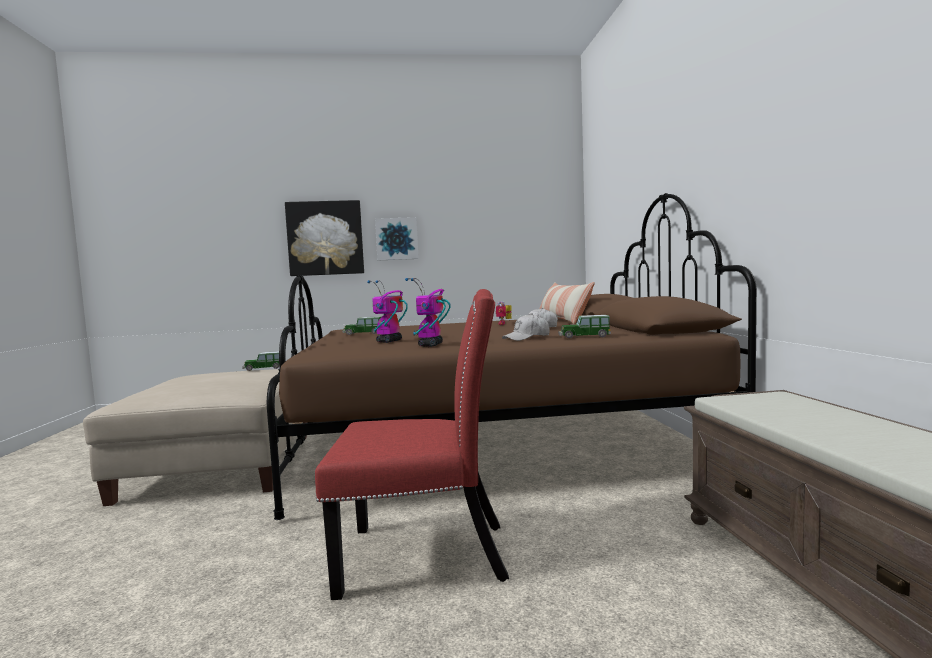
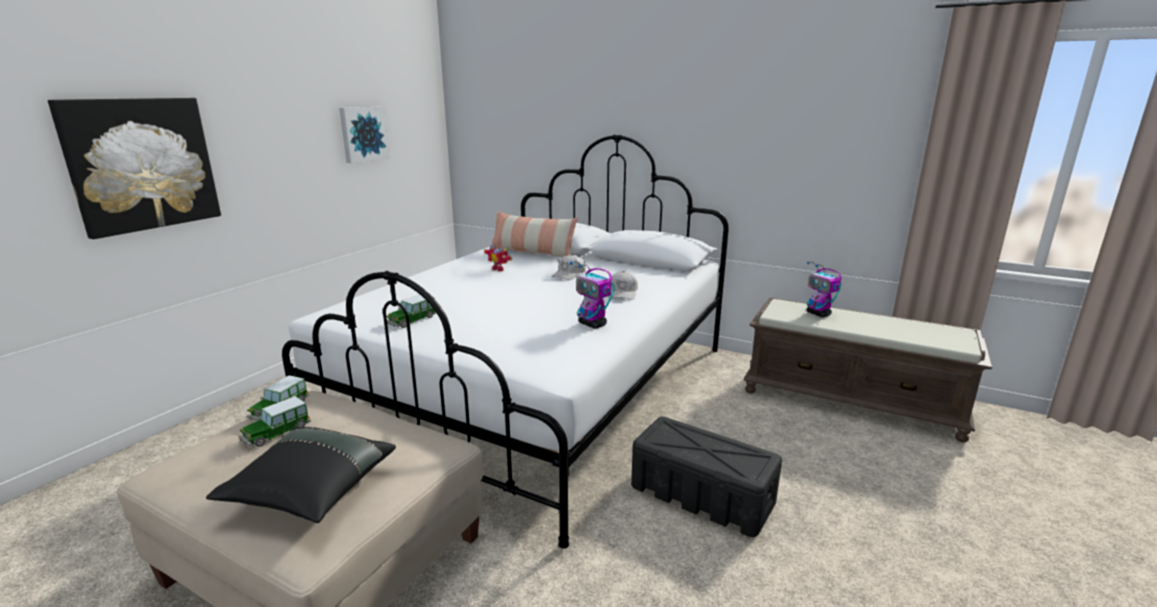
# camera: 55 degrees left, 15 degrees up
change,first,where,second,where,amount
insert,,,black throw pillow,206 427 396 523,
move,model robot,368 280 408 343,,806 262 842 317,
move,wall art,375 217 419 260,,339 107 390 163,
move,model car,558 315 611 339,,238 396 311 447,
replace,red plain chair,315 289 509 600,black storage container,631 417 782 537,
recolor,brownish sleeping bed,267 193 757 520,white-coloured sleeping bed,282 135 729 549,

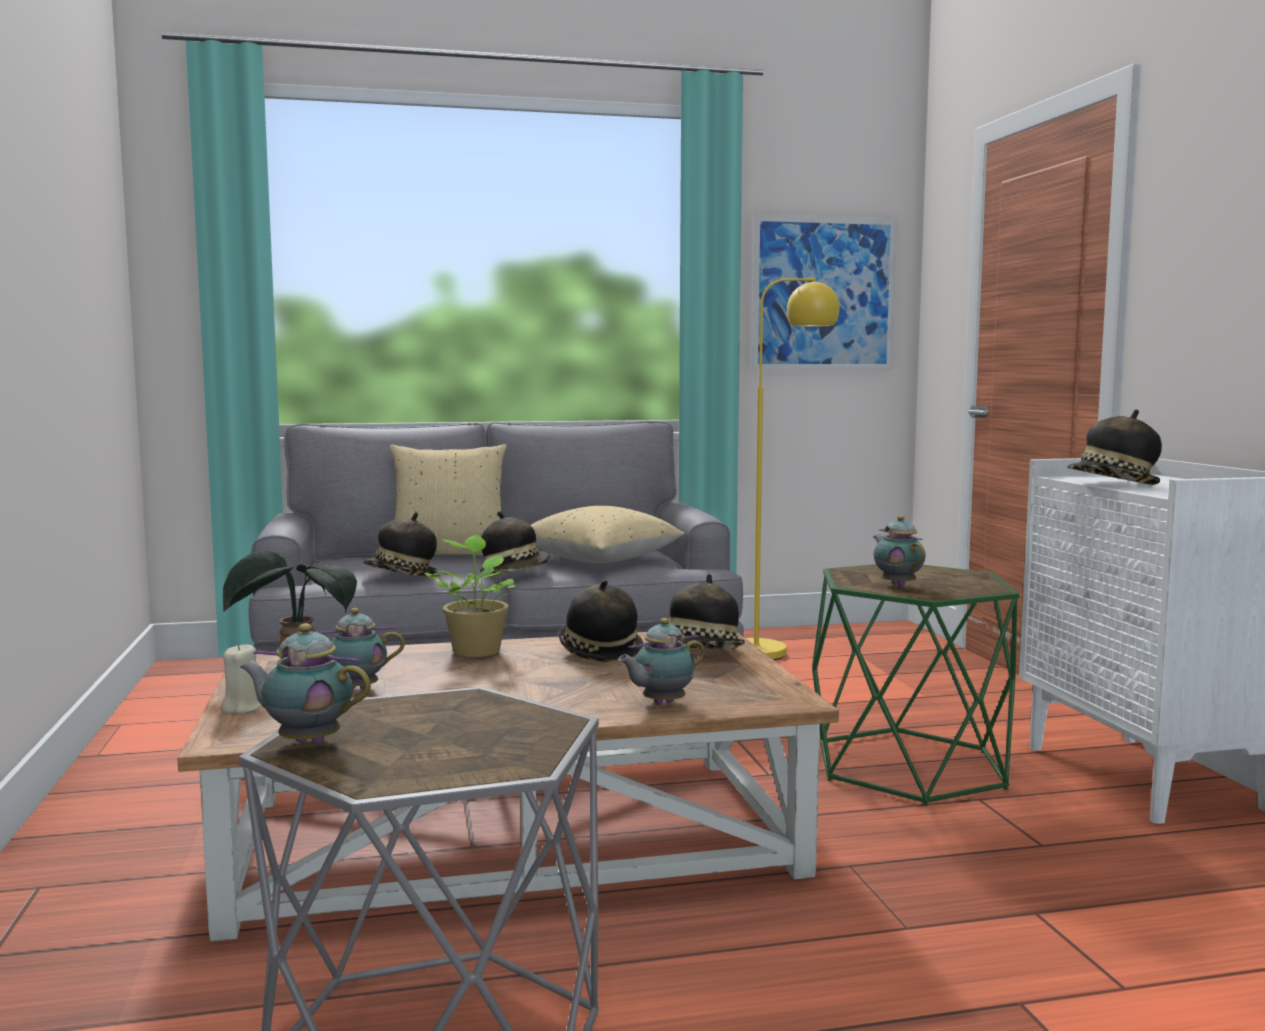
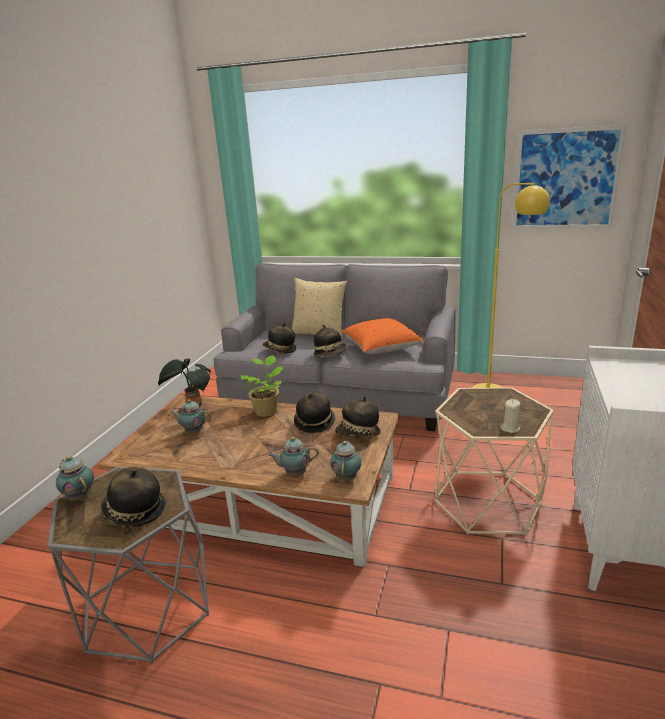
# camera: 30 degrees right, 15 degrees up
change,first,where,second,where,amount
move,beige-coloured wax light,221 644 262 713,,501 399 521 433,
move,teapot,874 515 926 587,,330 440 361 481,
move,clothing hat,1067 410 1162 485,,101 467 166 527,
recolor,beige-coloured throw pillow,531 506 685 563,orangey throw pillow,342 318 424 354,
recolor,green-coloured accent table,812 564 1020 806,beige-coloured accent table,434 387 554 536,

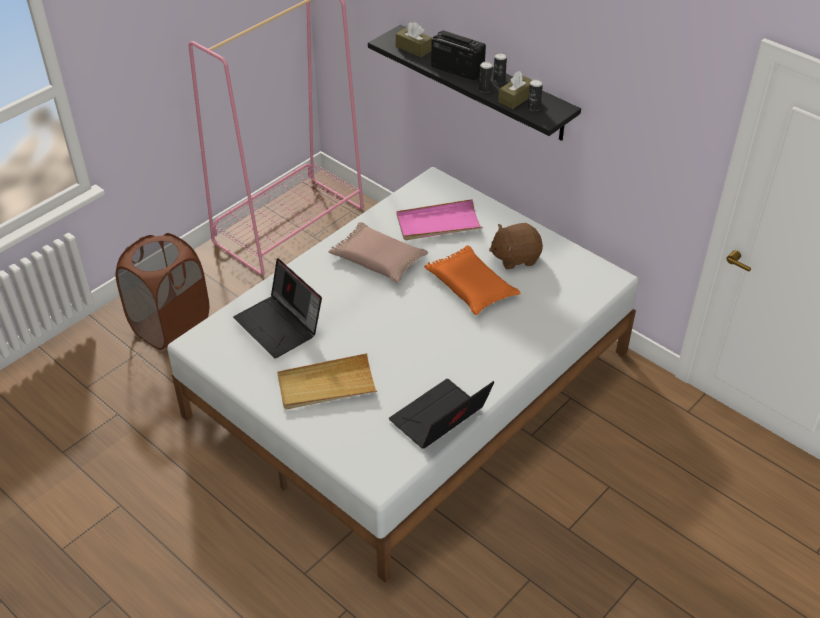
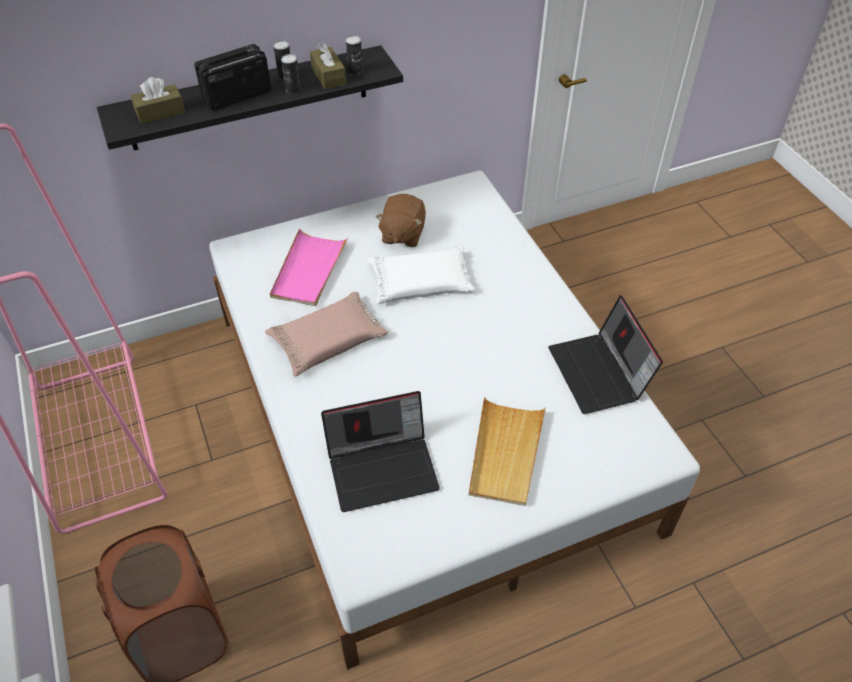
# camera: 65 degrees left, 5 degrees up
change,first,where,second,where,amount
recolor,orangey throw pillow,424 245 520 315,white-coloured throw pillow,368 246 475 304,

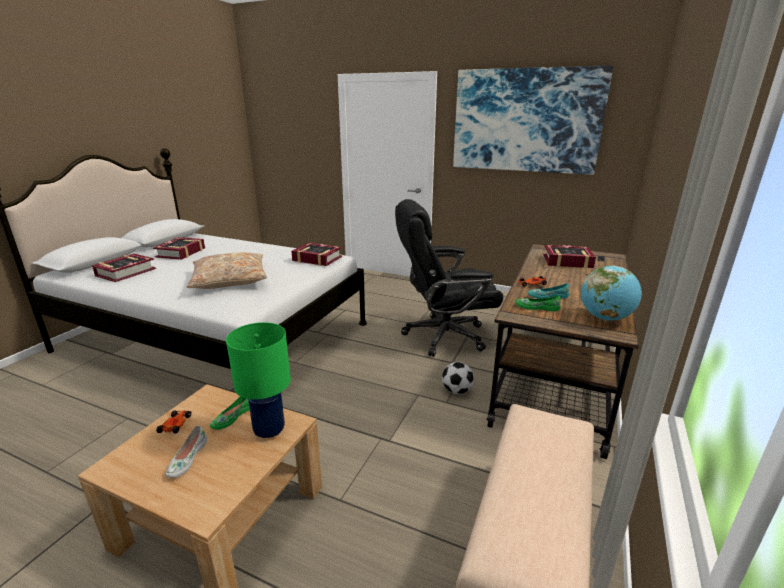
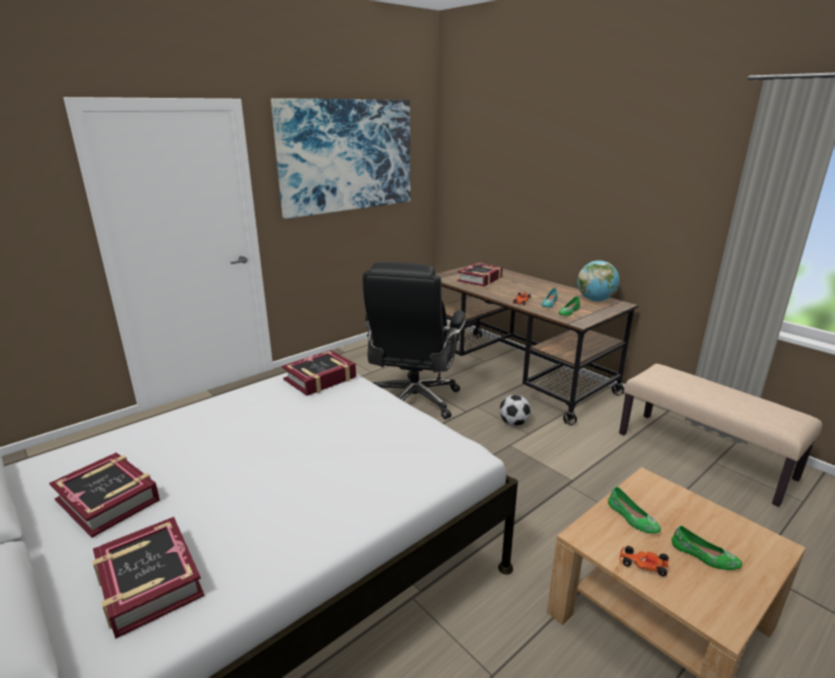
# camera: 65 degrees left, 0 degrees up
change,first,where,second,where,amount
delete,beige-coloured throw pillow,187 252 267 289,,,
delete,green-coloured lamp for a table,226 322 291 438,,,
recolor,white-coloured low shoe,166 425 207 478,green-coloured low shoe,671 526 742 570,

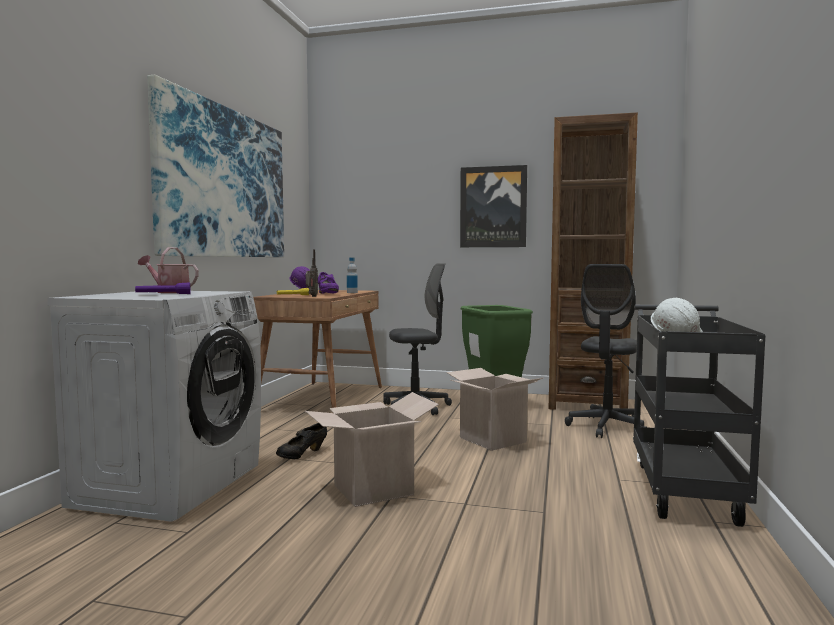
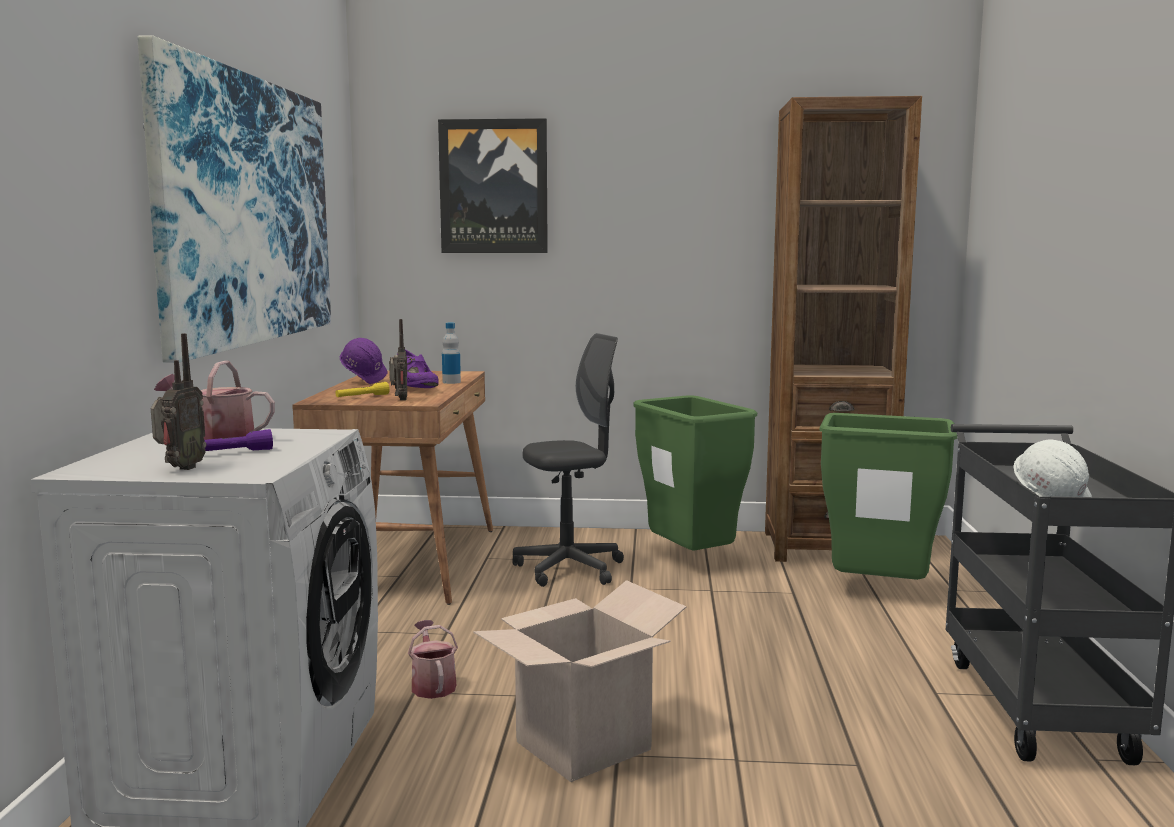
# camera: 10 degrees left, 5 degrees up
change,first,where,second,where,amount
delete,cardboard box,447 368 543 451,,,
insert,,,radio receiver,151 333 206 470,
move,wall art,460 165 527 247,,438 118 548 253,
replace,black low shoe,276 423 327 459,sprinkling can,408 620 458 699,
replace,gray computer chair,565 264 646 438,green-coloured rubbish bin,819 413 957 594,

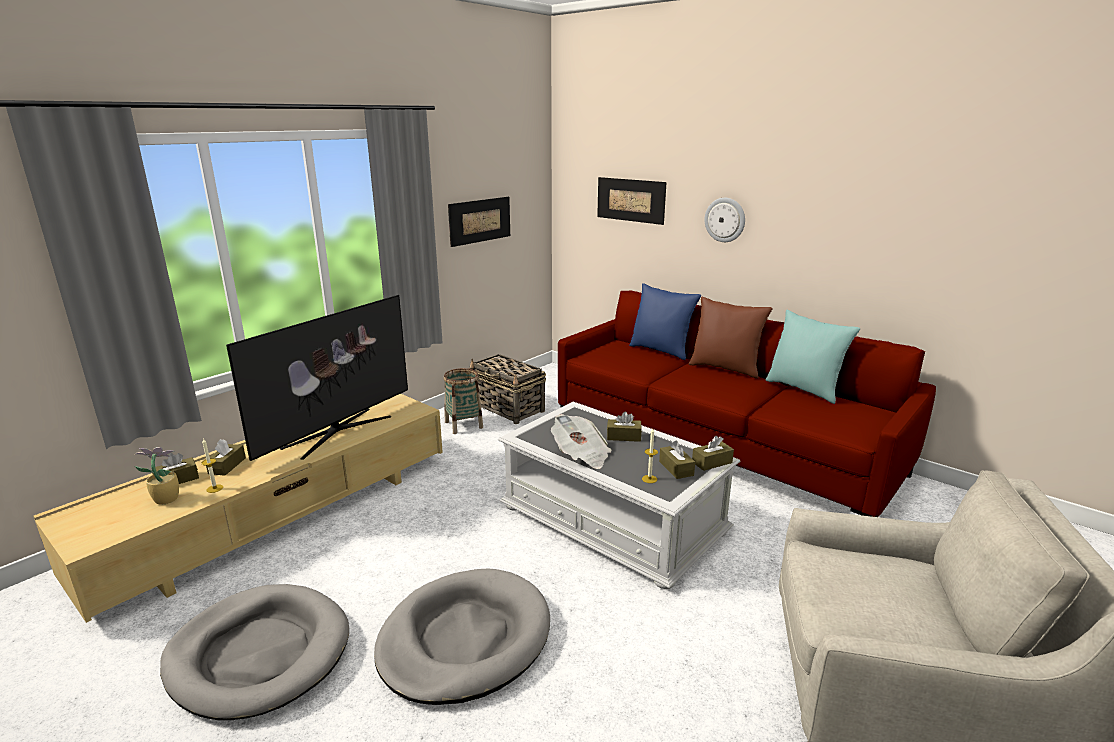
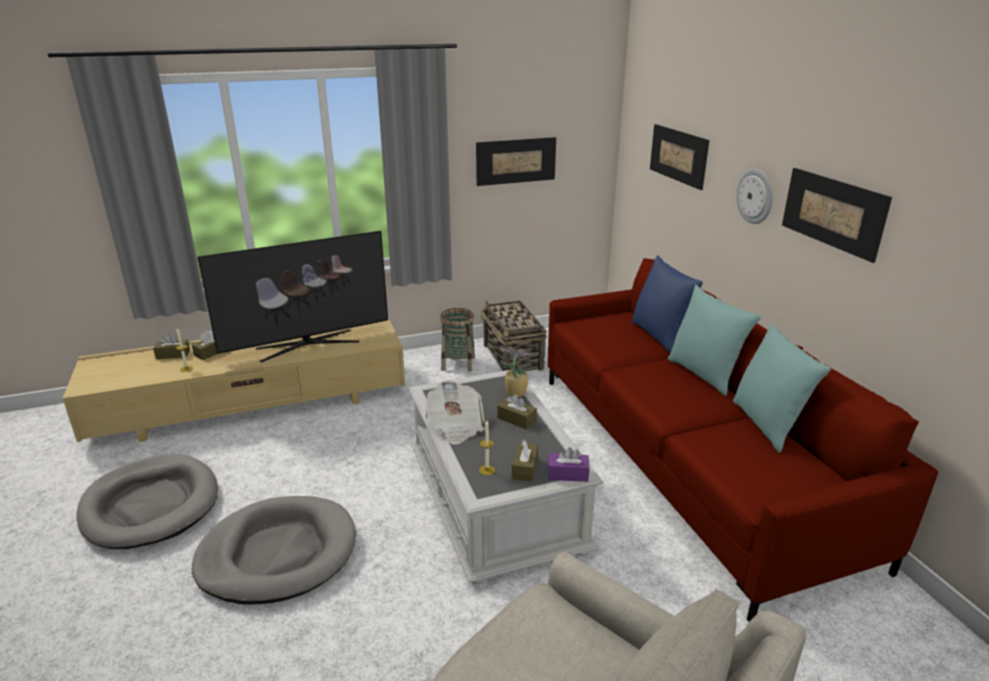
# camera: 30 degrees right, 5 degrees up
change,first,where,second,where,amount
insert,,,wall art,782 168 892 263,
move,potted plant,135 447 179 504,,501 347 532 397,
recolor,brownish throw pillow,689 297 773 379,turquoise-coloured throw pillow,668 285 761 396,
recolor,brownish tissue holder,692 436 734 471,purple-coloured tissue holder,548 447 590 482,

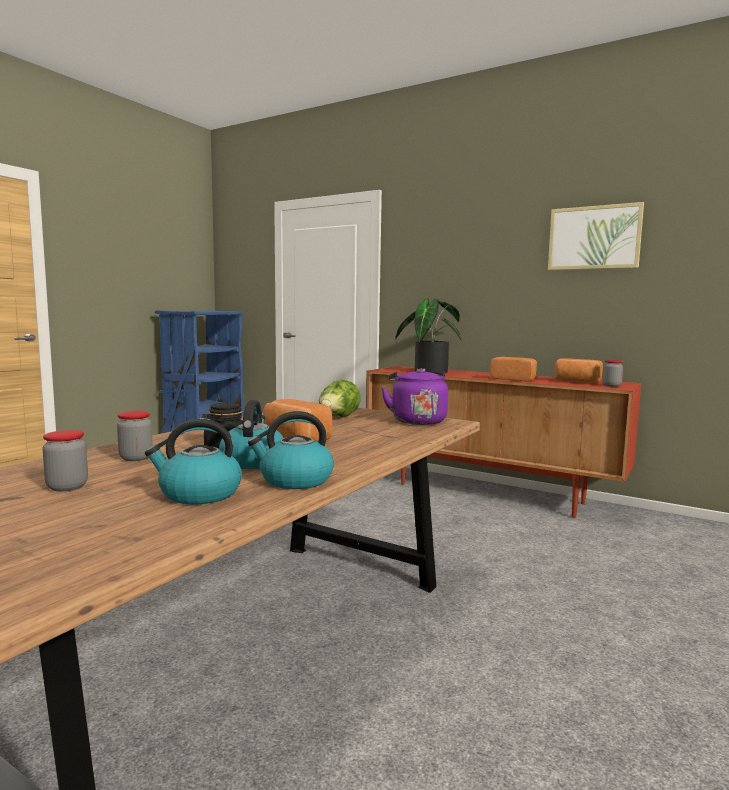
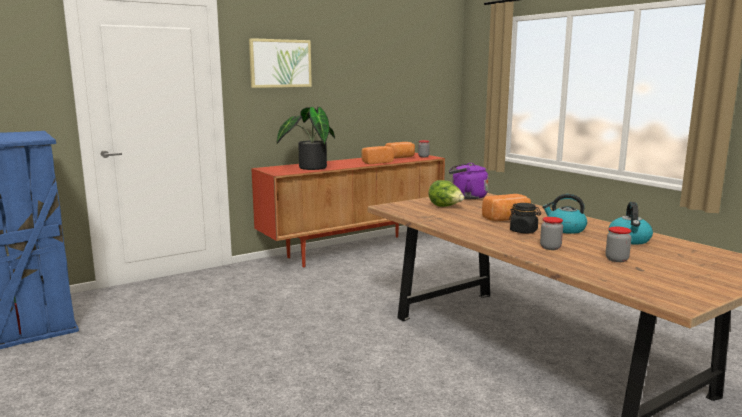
# camera: 65 degrees left, 5 degrees up
change,first,where,second,where,amount
delete,kettle,248 411 334 489,,,
move,wall art,548 202 644 270,,249 38 312 88,

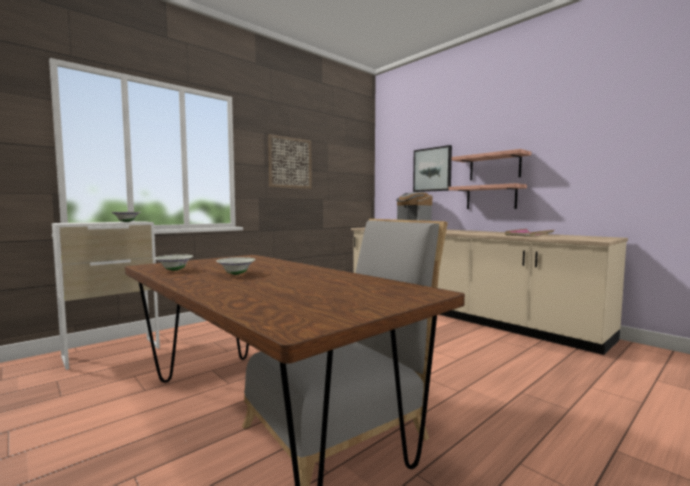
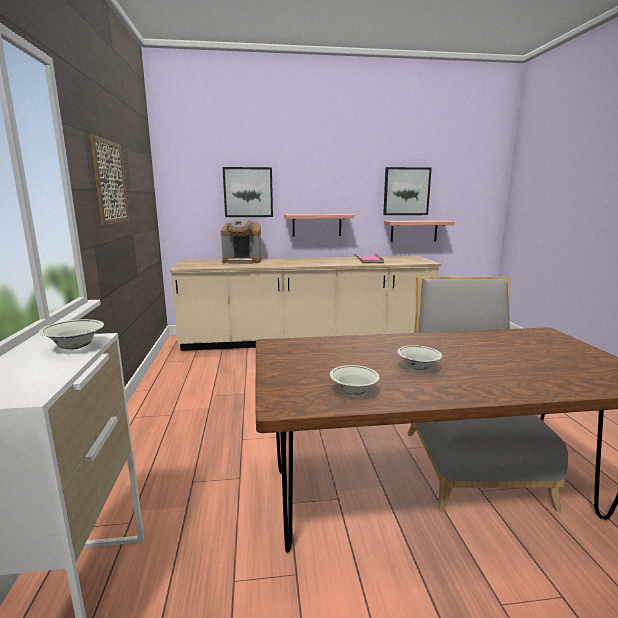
# camera: 55 degrees left, 10 degrees up
change,first,where,second,where,amount
insert,,,wall art,383 167 432 215,
move,bracket shelf,451 149 531 180,,384 220 455 242,

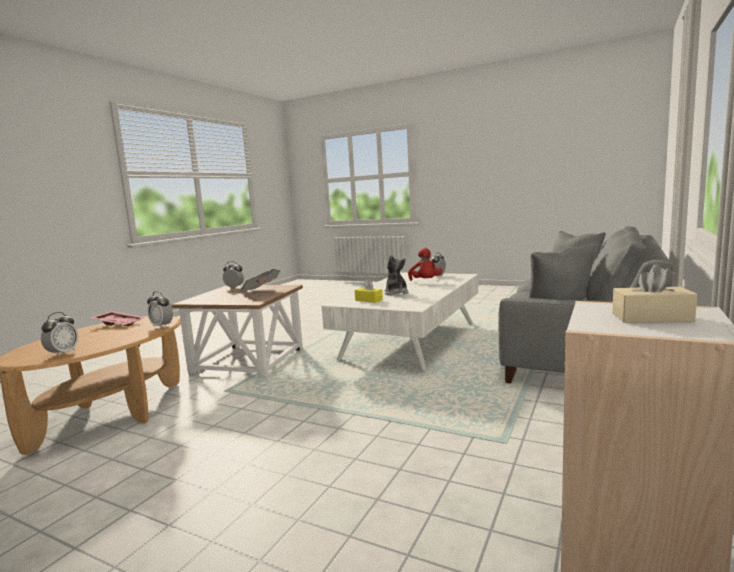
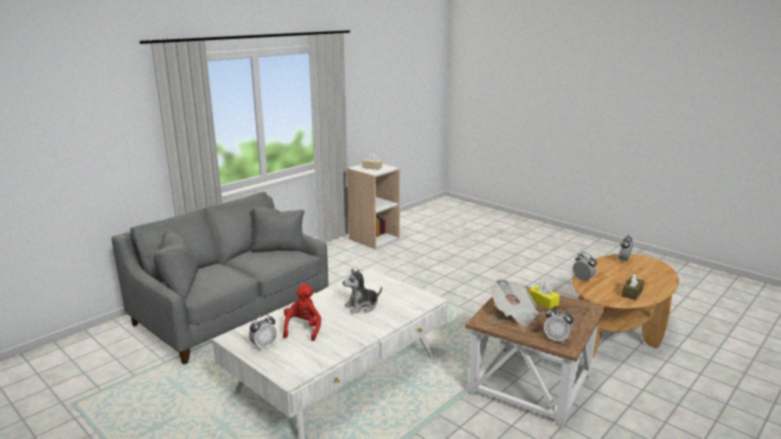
# camera: 165 degrees left, 10 degrees up
change,first,where,second,where,amount
move,yellowish tissue holder,355 279 383 303,,529 281 560 309,
replace,pink-coloured carrying tray,91 311 145 327,brownish tissue holder,622 273 644 300,
rotate,plush toy,384 255 409 295,,343 269 382 314,60 degrees clockwise

